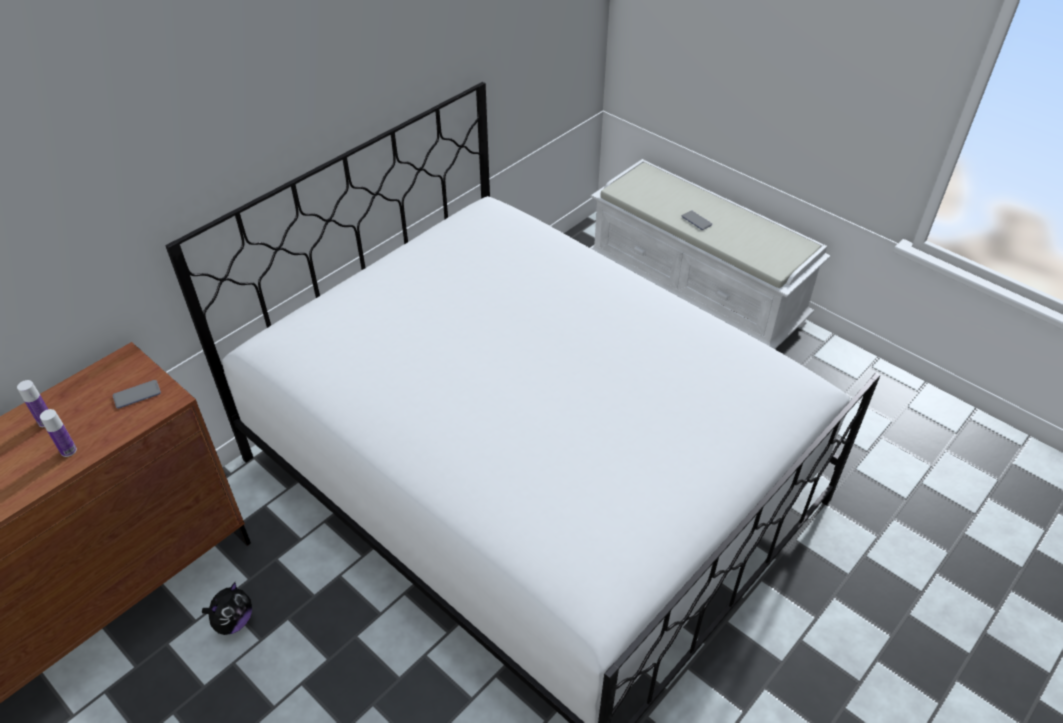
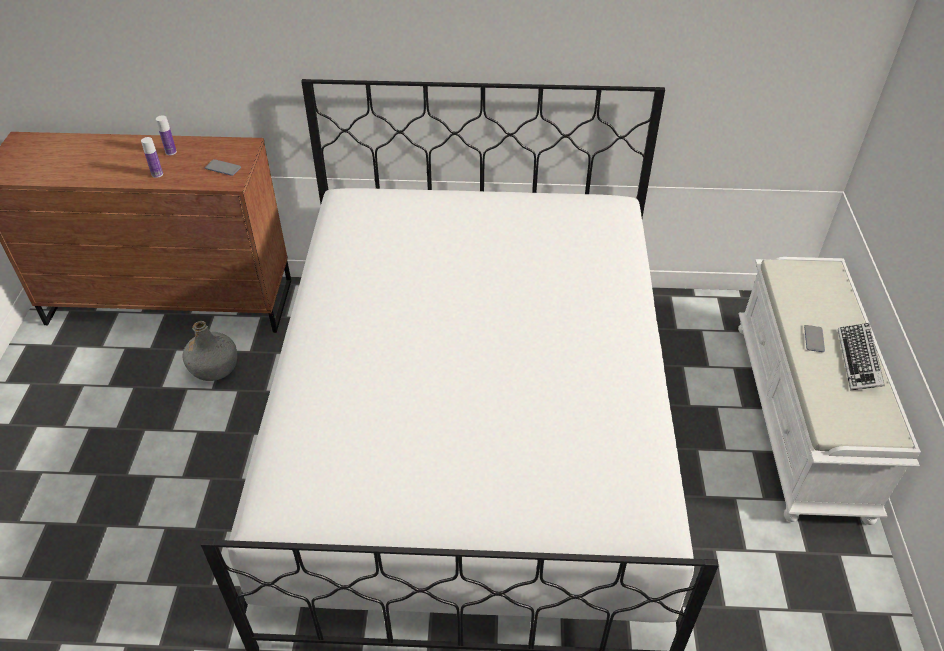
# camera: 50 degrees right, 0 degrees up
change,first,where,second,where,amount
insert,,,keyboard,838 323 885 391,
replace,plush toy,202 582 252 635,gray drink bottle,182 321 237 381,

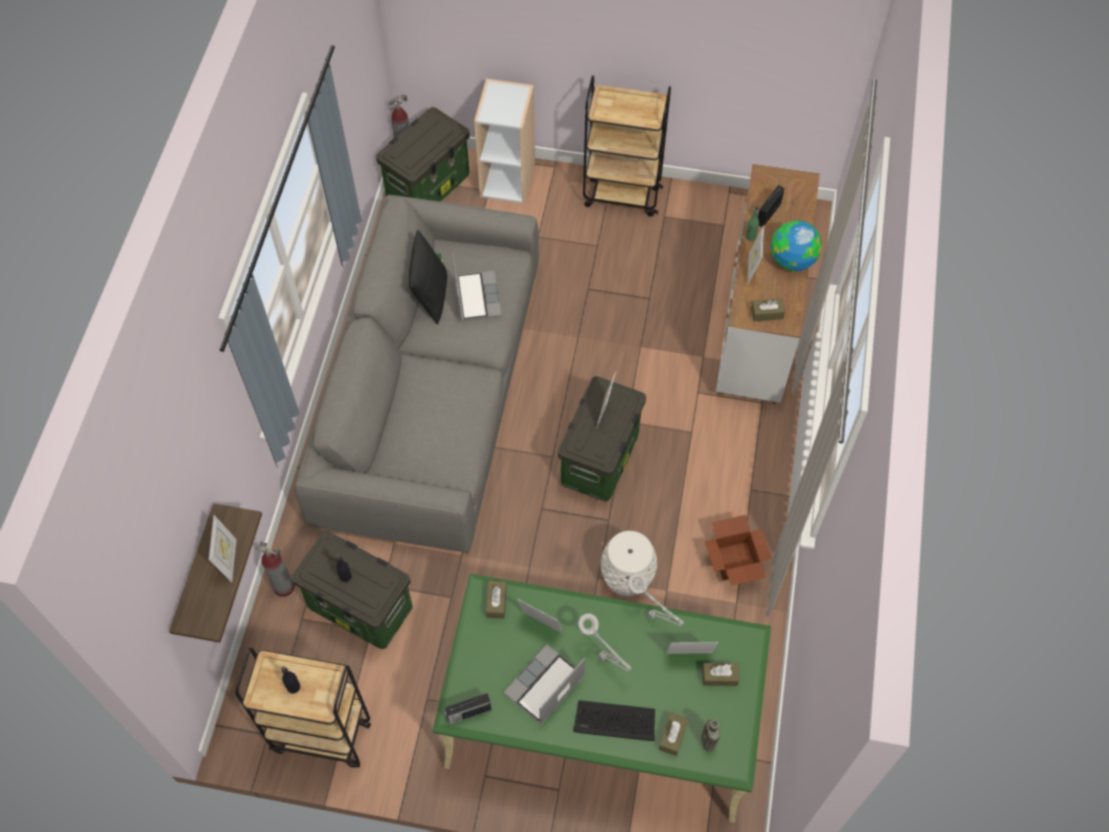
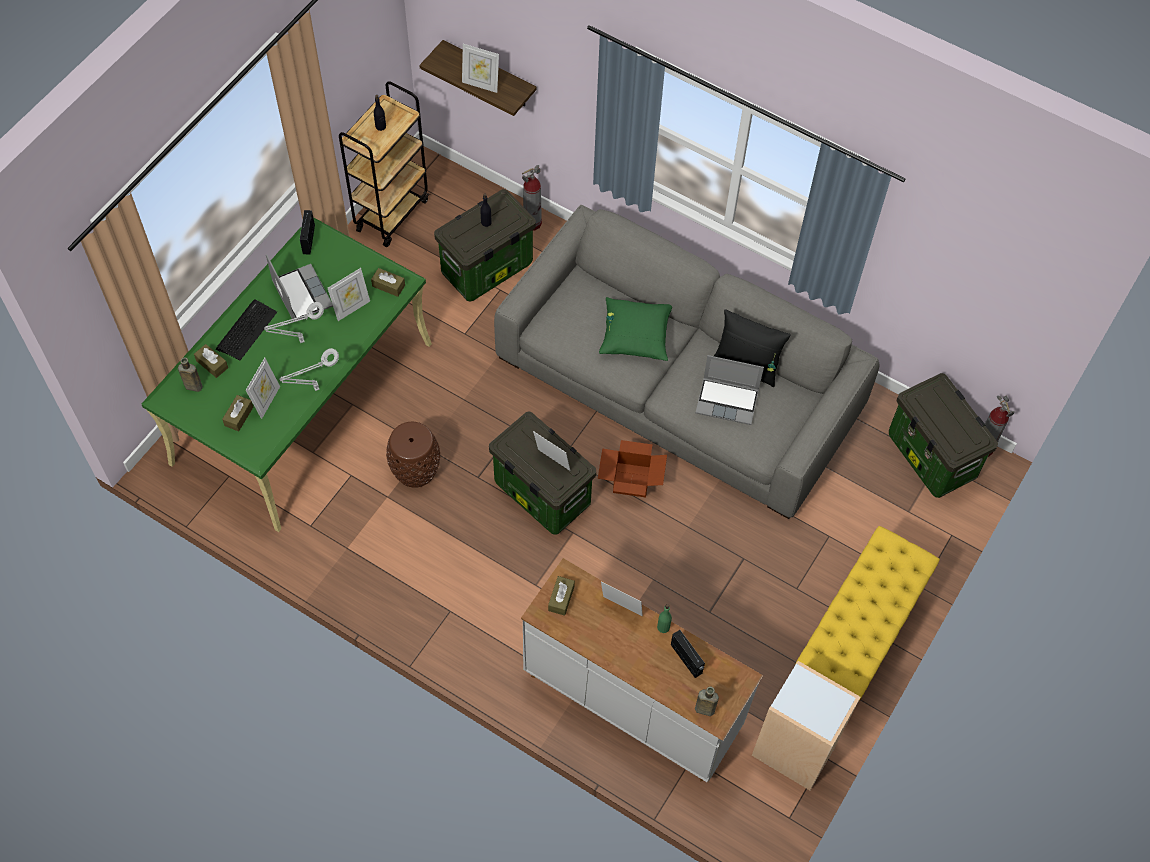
# camera: 110 degrees right, 0 degrees up
change,first,where,second,where,amount
delete,globe,771 220 822 271,,,
insert,,,green-coloured throw pillow,599 297 672 361,
insert,,,brownish drink bottle,695 687 719 716,
move,bookcase,474 79 535 204,,752 661 861 790,
move,cardboard box,705 515 772 585,,598 440 667 497,
replace,brownish wheeled cart,583 76 671 217,yellowish bench,795 526 940 699,
recolor,white-coloured sitting stool,601 531 657 596,brownish sitting stool,386 422 440 488,

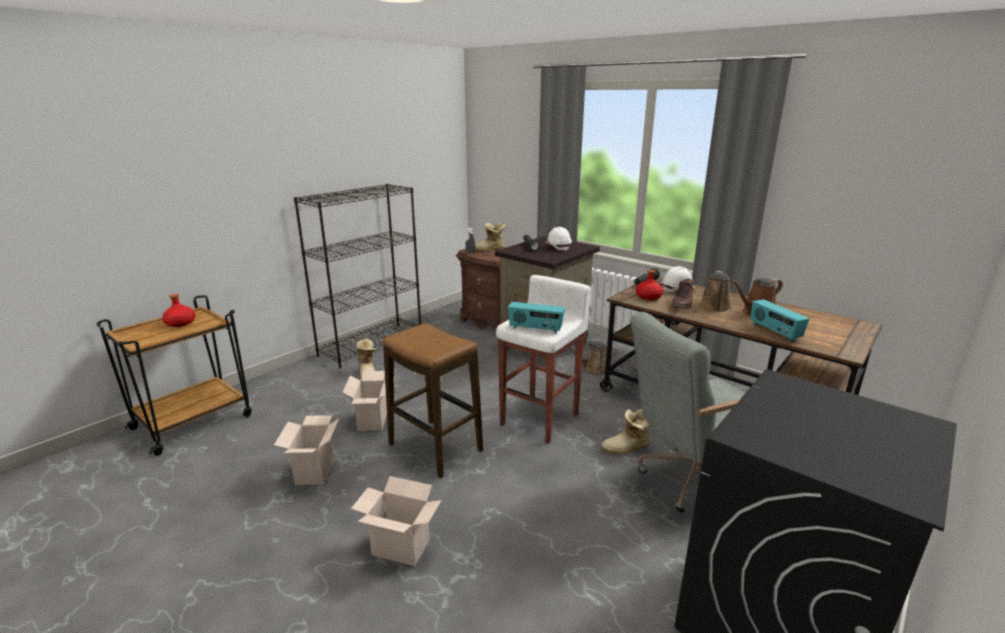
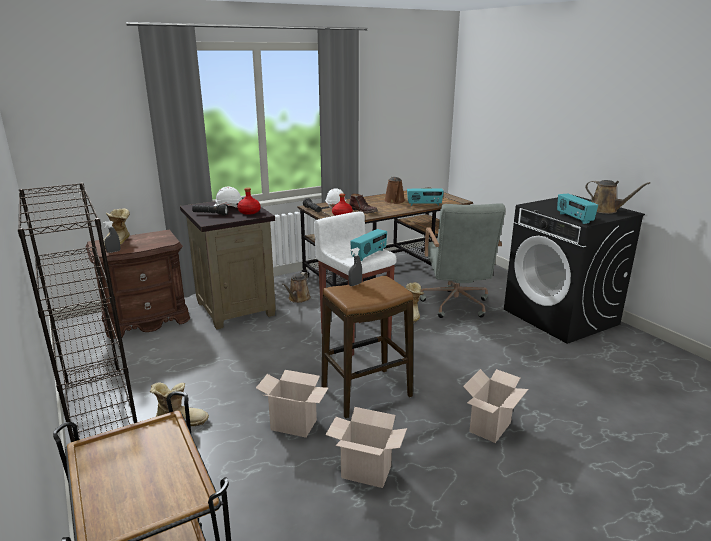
# camera: 70 degrees left, 0 degrees up
change,first,where,second,where,amount
insert,,,gray hand sprayer,348 248 362 286,
insert,,,radio receiver,557 194 598 224,
move,red drink bottle,162 294 195 327,,237 188 261 215,
move,brownish sprinkling can,699 271 732 312,,585 180 650 214,

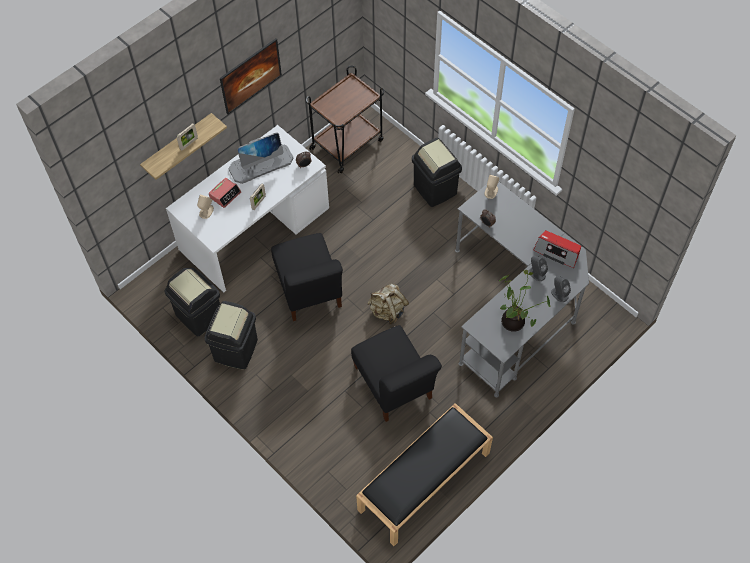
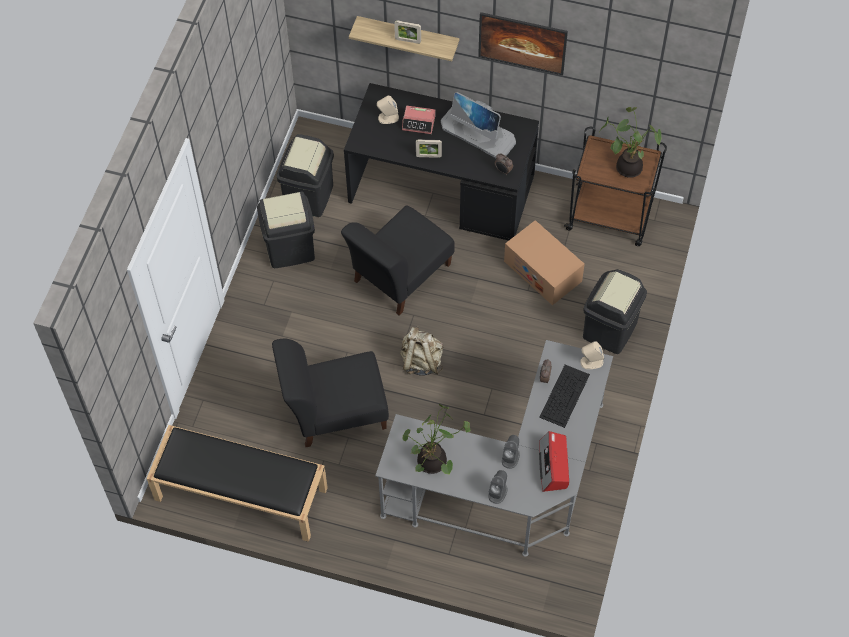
# camera: 60 degrees right, 0 degrees up
change,first,where,second,where,amount
insert,,,cardboard box,504 220 585 305,
insert,,,keyboard,539 365 590 428,
insert,,,potted plant,599 107 661 178,
recolor,white-coloured desk unit,166 125 329 293,black desk unit,344 83 539 241,
rotate,black plain chair,351 325 442 422,,272 339 389 447,45 degrees clockwise

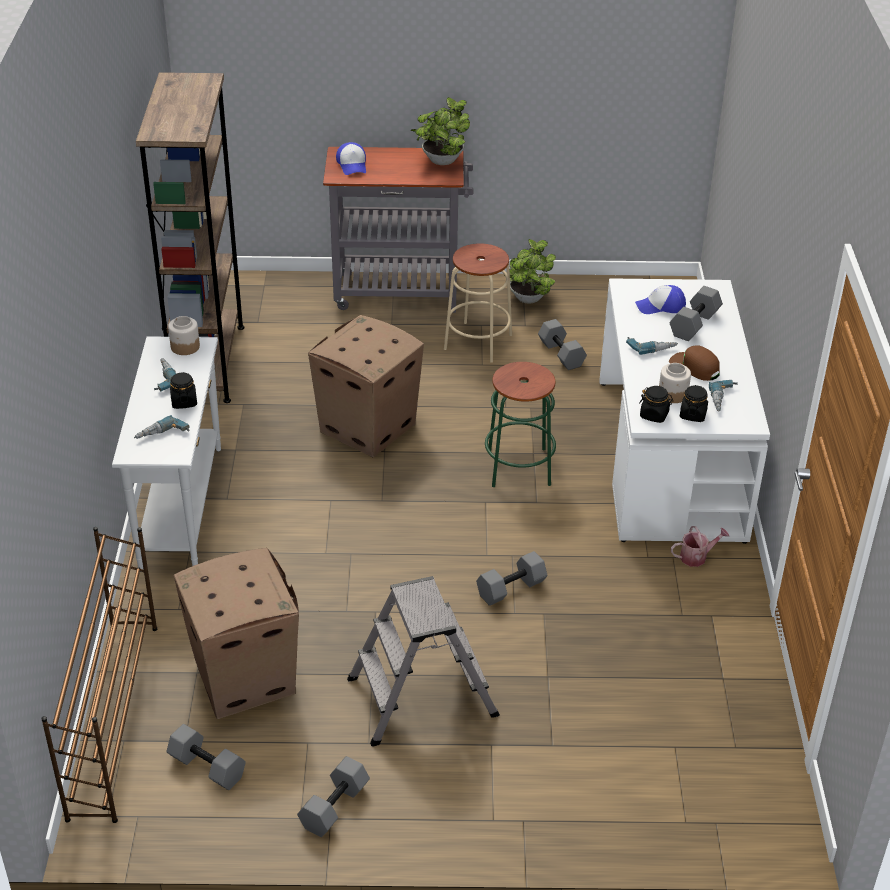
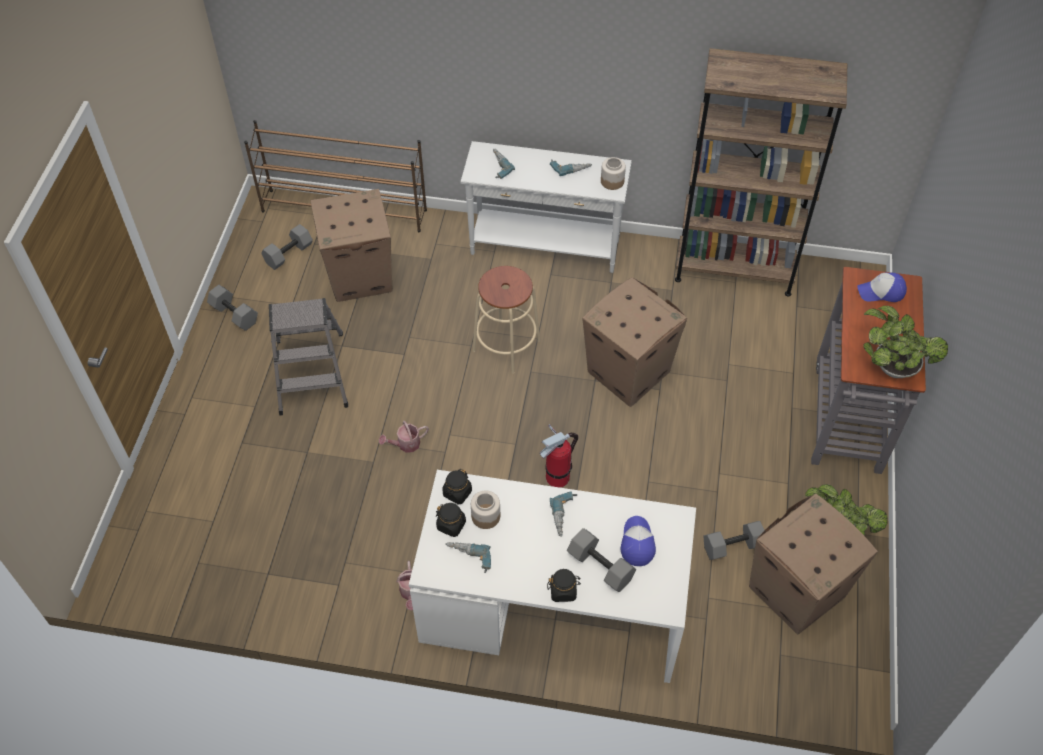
# camera: 100 degrees right, 15 degrees up
change,first,where,second,where,amount
delete,brownish cap,669 345 720 381,,,
insert,,,cardboard box,749 494 878 635,
move,black preserve jar,170 372 197 409,,547 569 581 602,
move,beige-coloured sitting stool,444 243 512 363,,473 266 540 373,
replace,gray dumbbell,476 551 547 606,sprinkling can,379 421 429 453,
replace,green-coloured sitting stool,485 362 556 487,fire extinguisher,540 424 578 488,

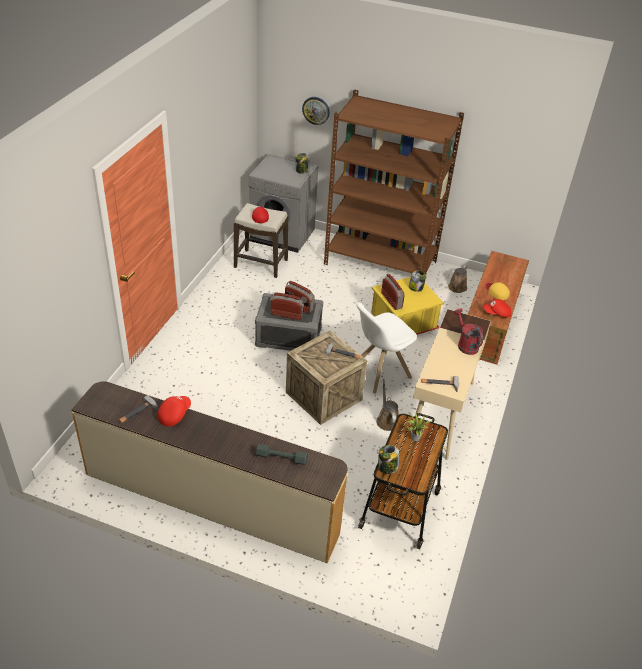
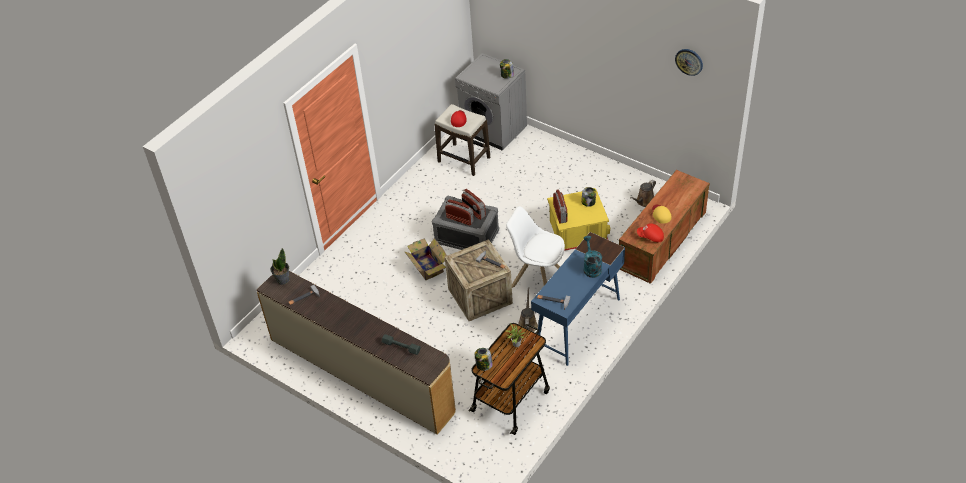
# camera: 20 degrees right, 5 degrees up
change,first,where,second,where,amount
delete,red cap,158 396 191 427,,,
delete,brownish bookcase,324 89 464 274,,,
insert,,,potted plant,270 248 290 285,
insert,,,cardboard box,404 238 447 280,
move,wall clock,302 97 330 125,,675 49 703 76,
recolor,beige-coloured desk unit,413 309 491 460,blue desk unit,531 232 625 366,
recolor,red sprinkling can,454 309 483 355,turquoise-coloured sprinkling can,583 236 602 278,
rotate,white-coloured plain chair,356 302 417 394,,506 206 565 288,45 degrees clockwise

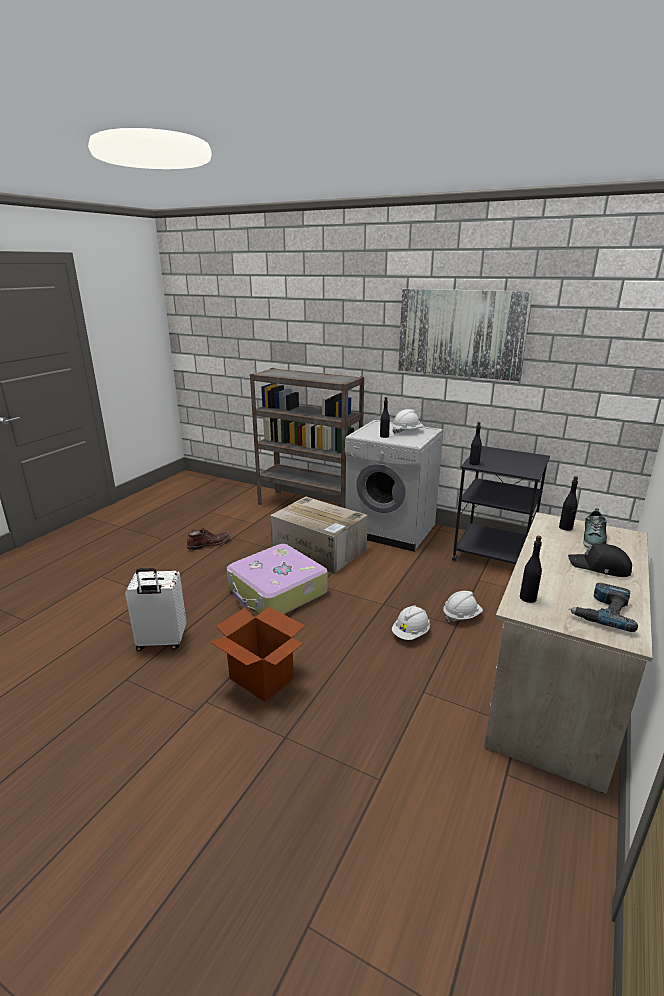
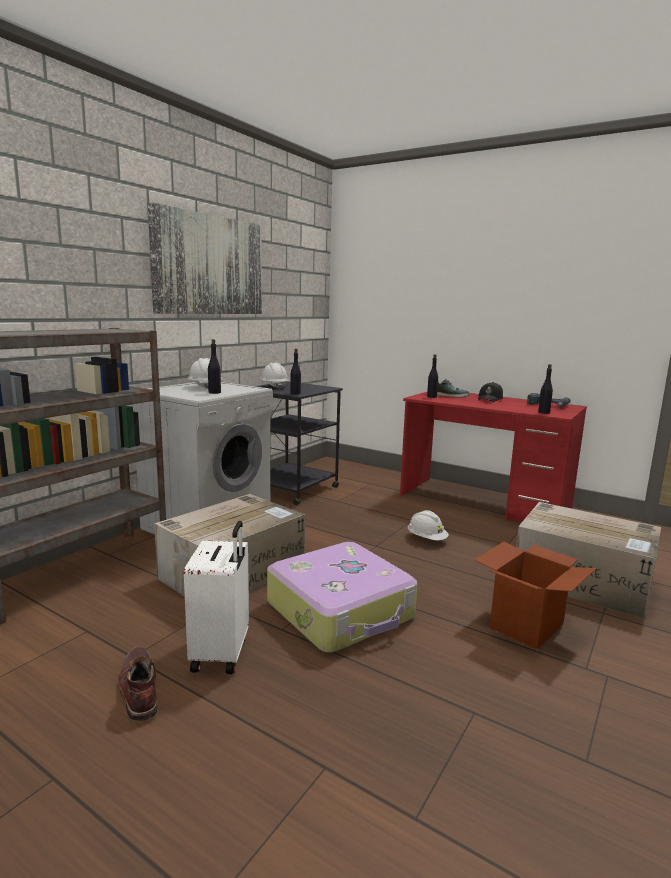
# camera: 85 degrees left, 10 degrees down
change,first,where,second,where,amount
insert,,,cardboard box,516 502 661 619,
move,white-coloured piece of luggage,125 568 187 651,,184 521 249 674,
move,white-coloured safety helmet,443 591 483 622,,260 363 289 389,
recolor,beige-coloured desk unit,484 512 653 794,red desk unit,400 392 587 522,

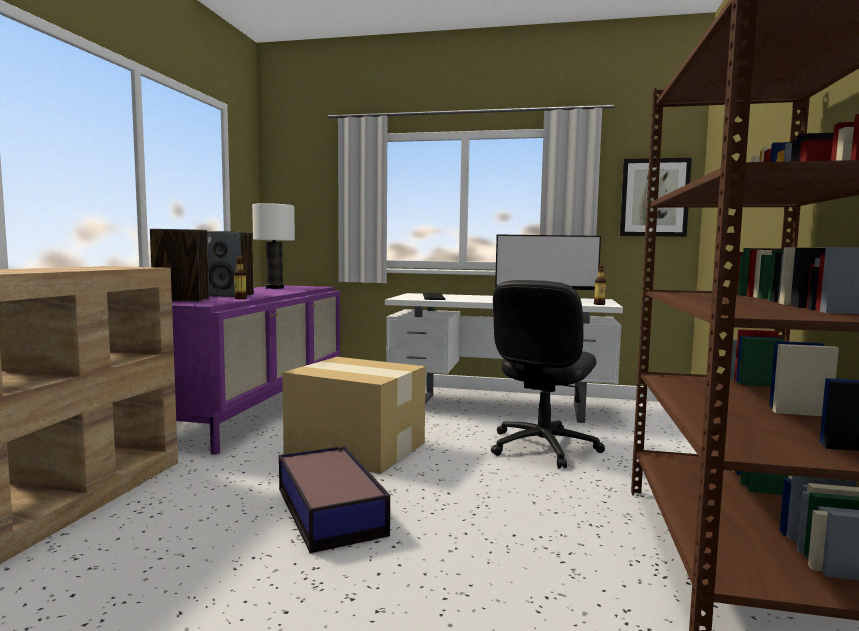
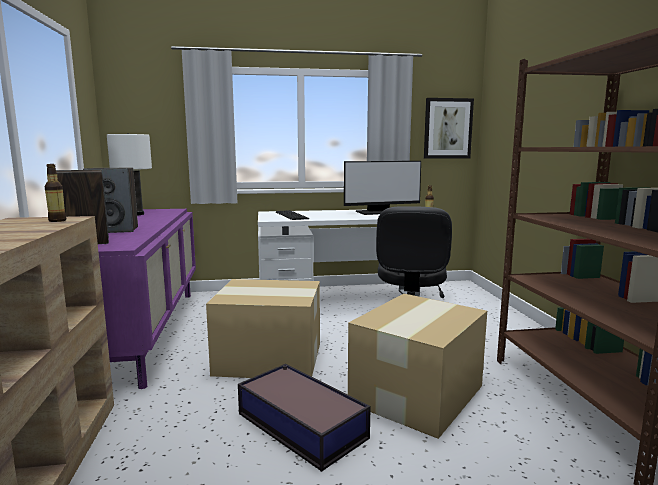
# camera: 20 degrees left, 5 degrees up
change,first,where,second,where,amount
insert,,,cardboard box,348 294 487 439,
move,drink bottle,234 257 247 299,,44 164 66 222,

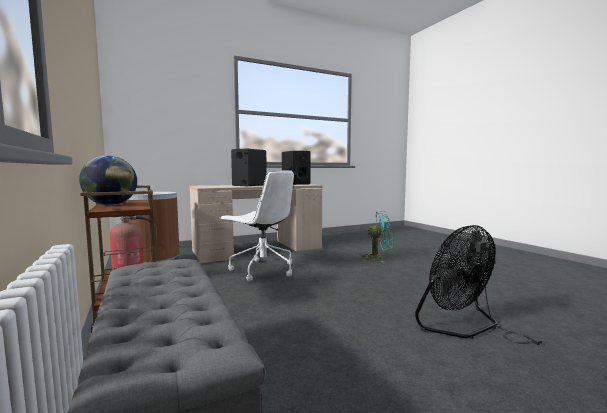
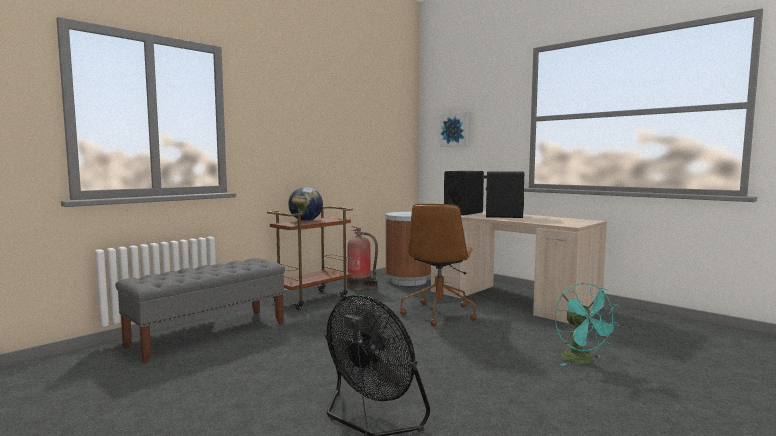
# camera: 70 degrees right, 0 degrees up
change,first,where,second,where,amount
insert,,,wall art,439 112 469 147,
move,black audio speaker,282 151 311 185,,444 171 484 215,
recolor,white-coloured computer chair,221 170 294 281,brownish computer chair,400 204 477 326,

